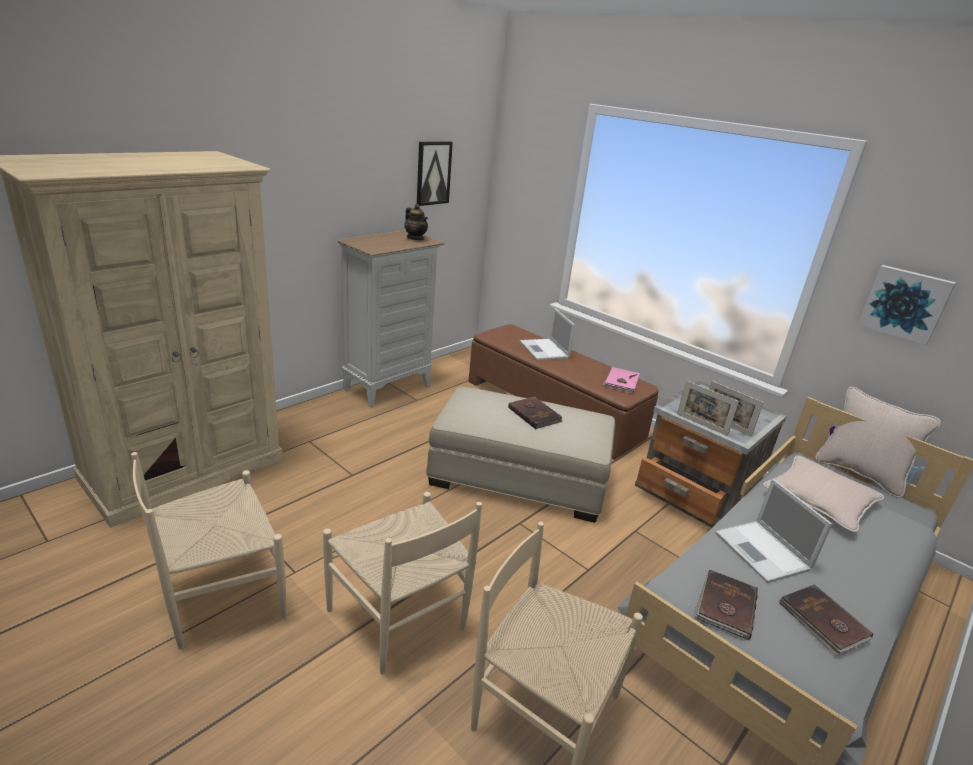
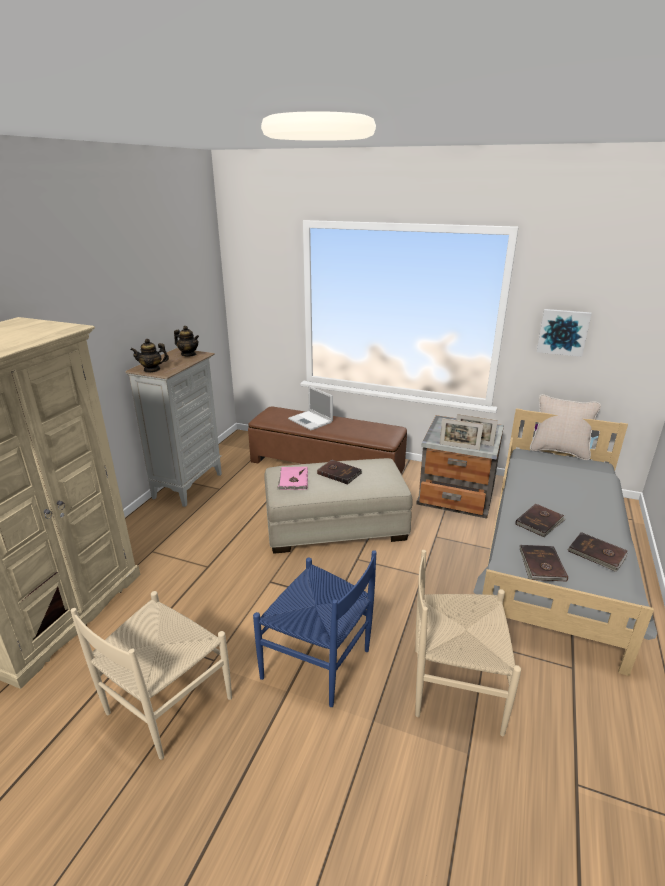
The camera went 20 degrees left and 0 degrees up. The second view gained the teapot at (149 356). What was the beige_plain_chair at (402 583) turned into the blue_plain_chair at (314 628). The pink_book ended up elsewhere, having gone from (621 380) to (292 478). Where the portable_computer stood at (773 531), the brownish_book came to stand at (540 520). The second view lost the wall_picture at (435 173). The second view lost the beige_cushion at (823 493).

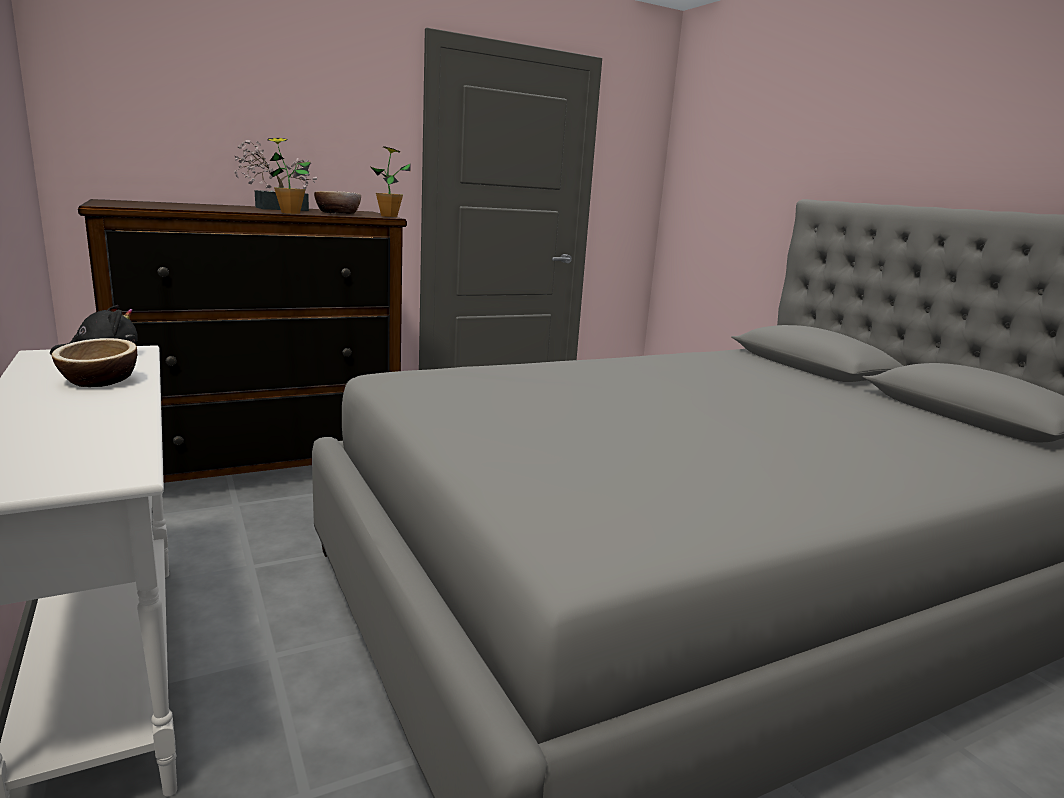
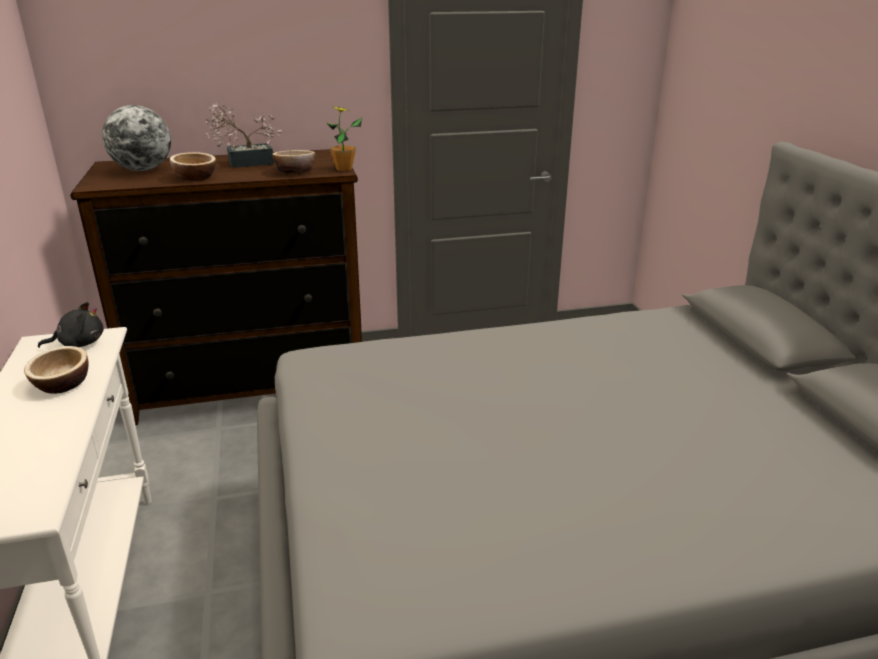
The camera went 15 degrees right and 10 degrees up. The second view gained the globe at (136 138). The second view gained the bowl at (193 166). The second view lost the plant_in_a_pot at (289 176).

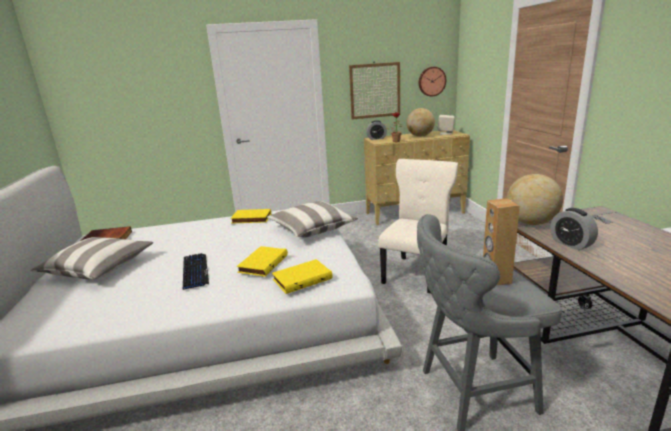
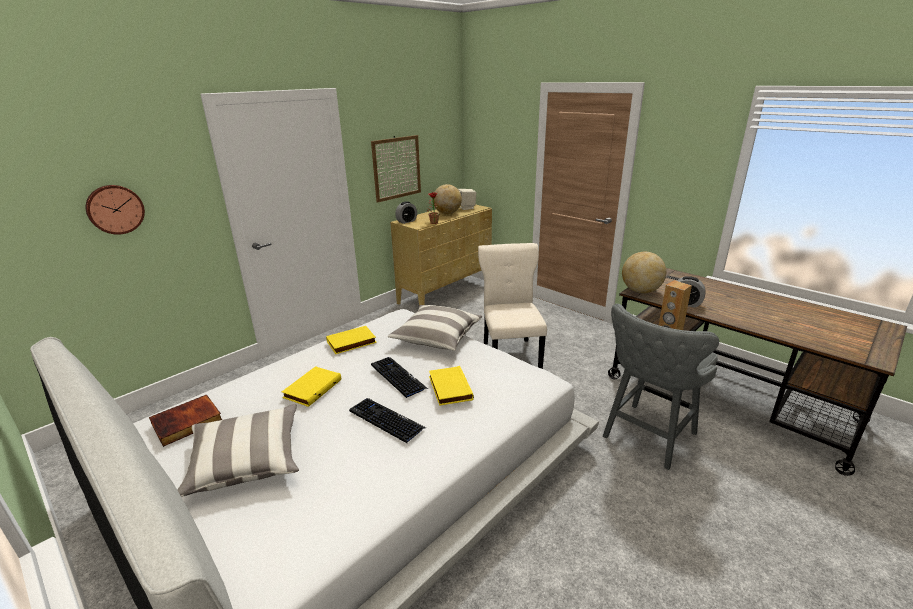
The camera went 35 degrees left and 5 degrees up. The hanging_clock ended up elsewhere, having gone from (432 82) to (115 210). The yellow_book ended up elsewhere, having gone from (302 276) to (311 386). The second view gained the keyboard at (399 377).

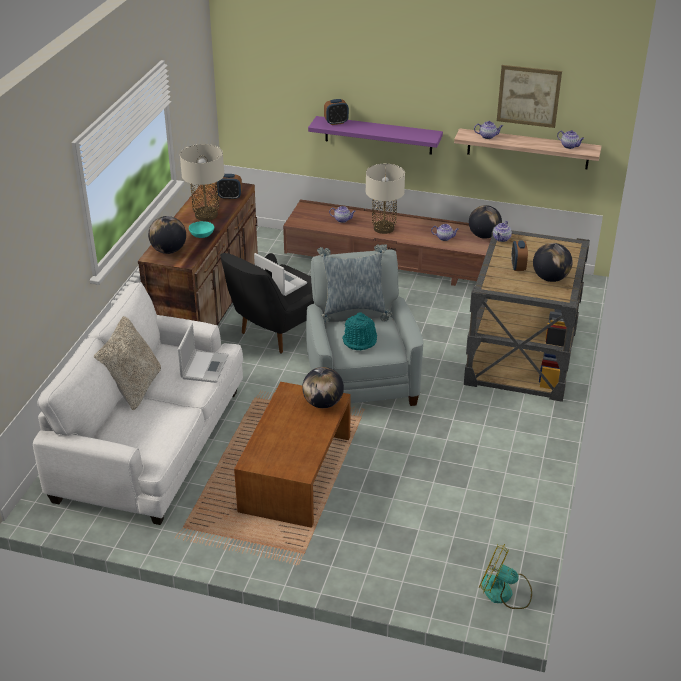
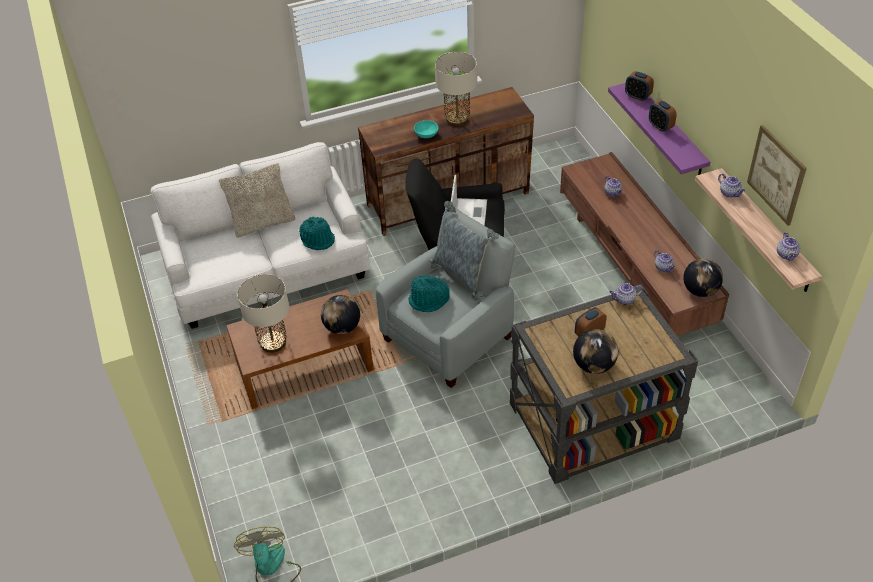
The camera went 55 degrees right and 10 degrees up. The tabletop_lamp ended up elsewhere, having gone from (385 199) to (263 313). Where the portable_computer stood at (203 353), the turquoise-coloured_clothing_hat came to stand at (317 233). The bedside_clock ended up elsewhere, having gone from (229 187) to (663 116). The second view lost the globe at (167 235).

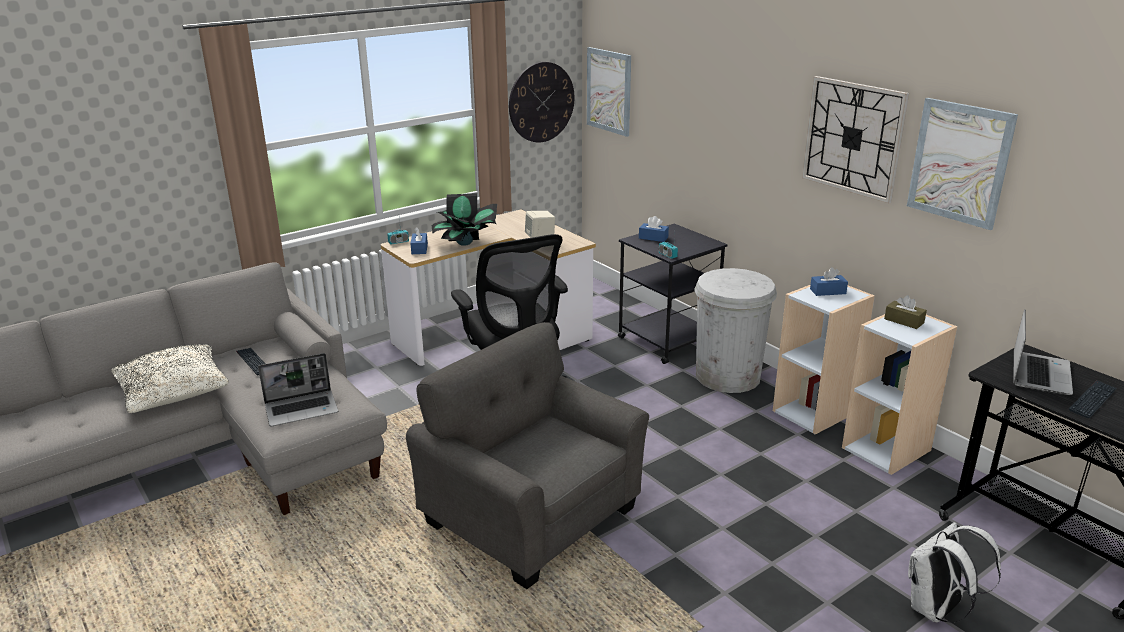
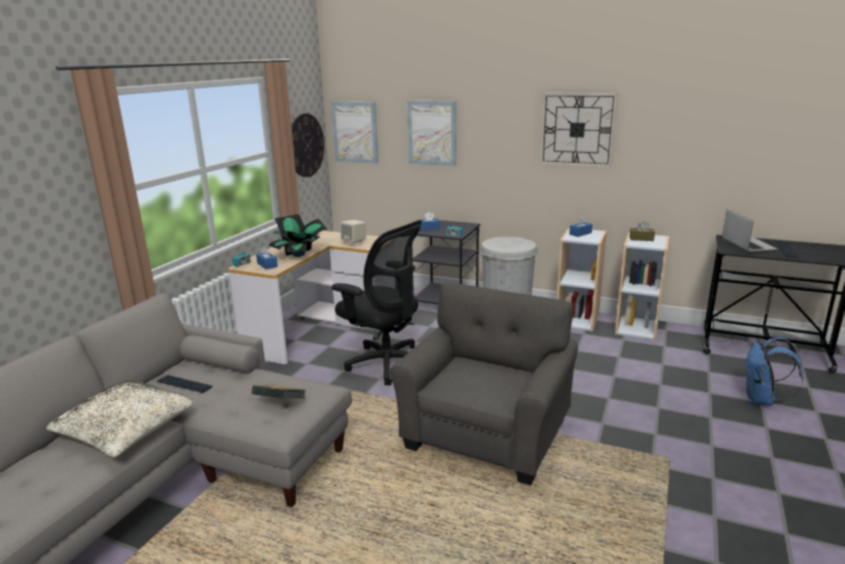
The camera went 30 degrees left and 5 degrees down. Where the portable_computer stood at (298 390), the book came to stand at (278 391). The greyish_lounge_chair at (527 455) ended up facing another way, 105 degrees clockwise from before. The wall_picture ended up elsewhere, having gone from (962 164) to (431 133). What was the white_backpack at (954 572) turned into the blue_backpack at (774 371).

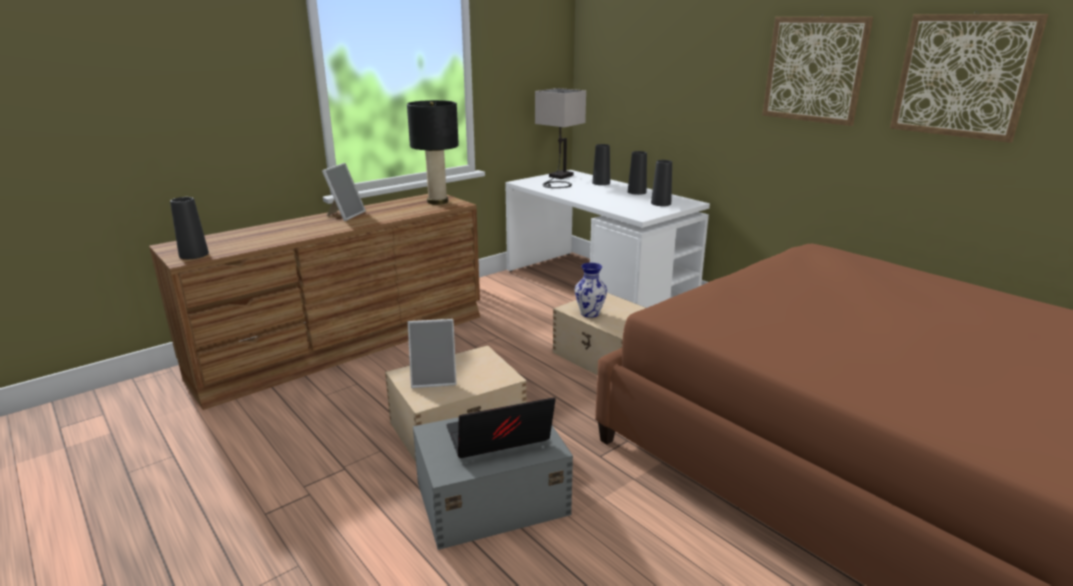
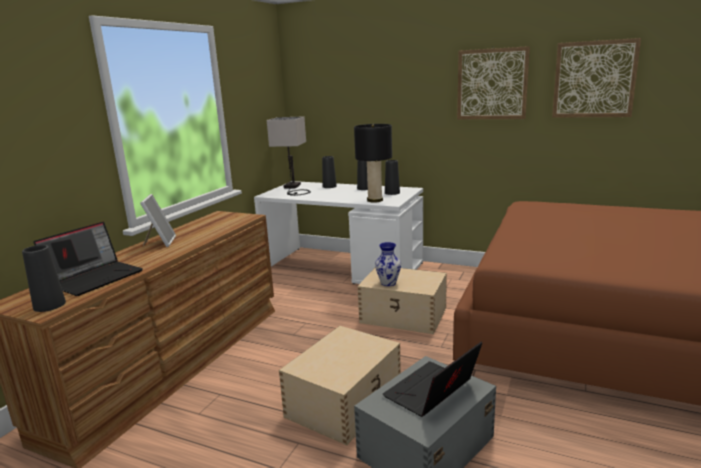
The camera went 25 degrees left and 5 degrees down. The second view gained the portable_computer at (88 259). The black-coloured_tabletop_lamp ended up elsewhere, having gone from (433 152) to (373 163). The second view lost the picture_frame at (432 353).

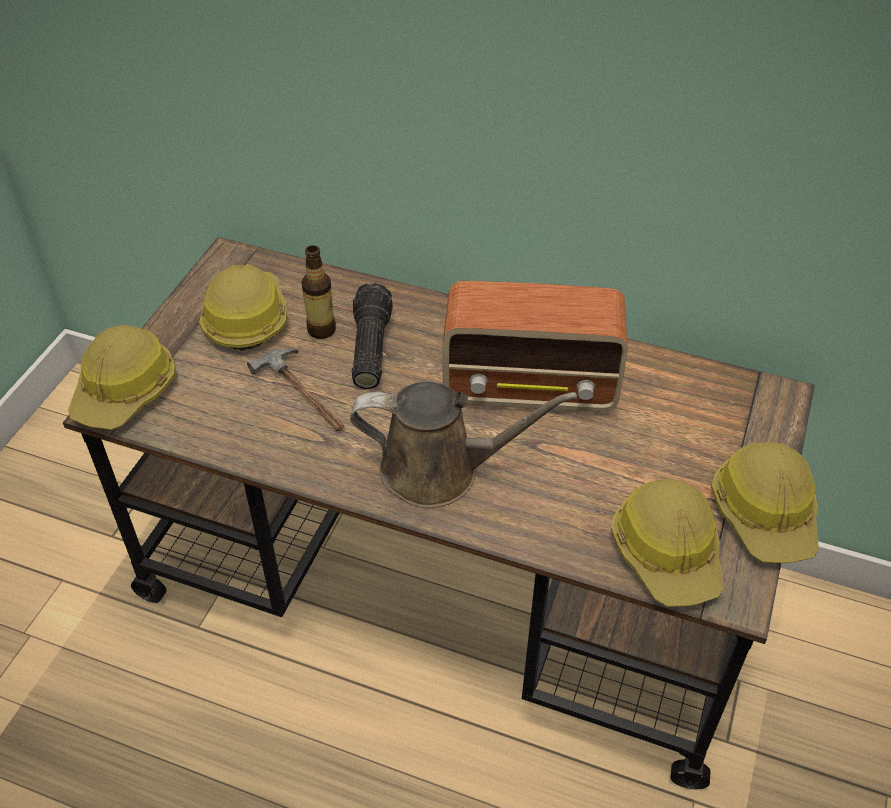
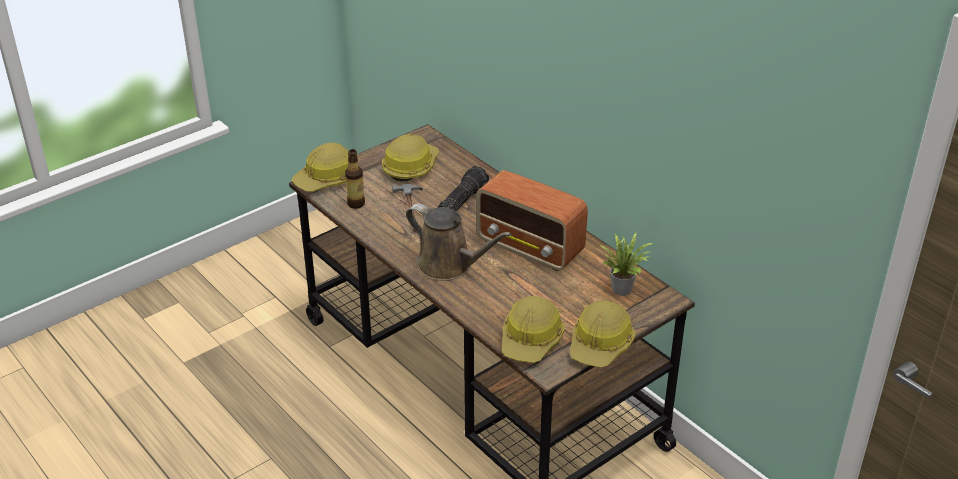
The camera went 30 degrees right and 10 degrees down. The drink_bottle ended up elsewhere, having gone from (318 292) to (355 179). The second view gained the plant_in_a_pot at (627 264).

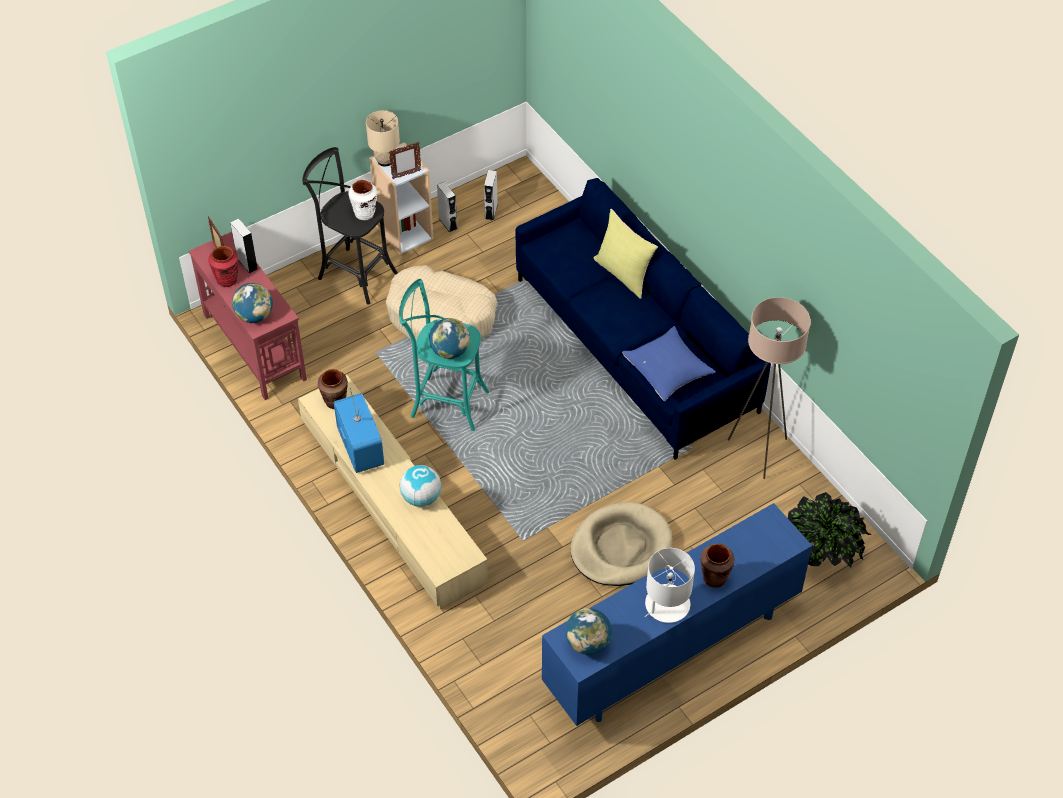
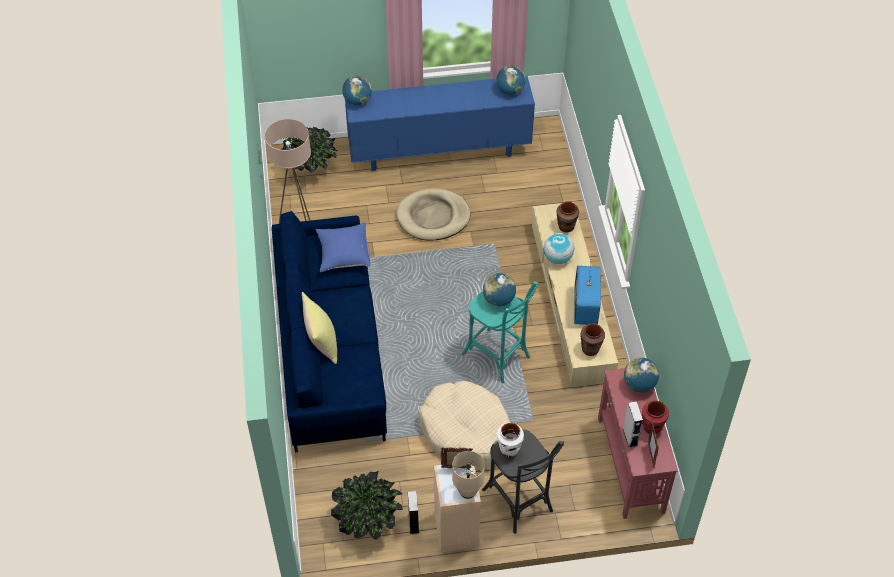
The camera went 155 degrees left and 0 degrees up. Where the greyish_audio_speaker stood at (491 195), the plant_in_a_pot came to stand at (367 505). The second view gained the globe at (357 90). The brownish_flower_vase ended up elsewhere, having gone from (718 566) to (567 217). The second view lost the white_tabletop_lamp at (670 585).

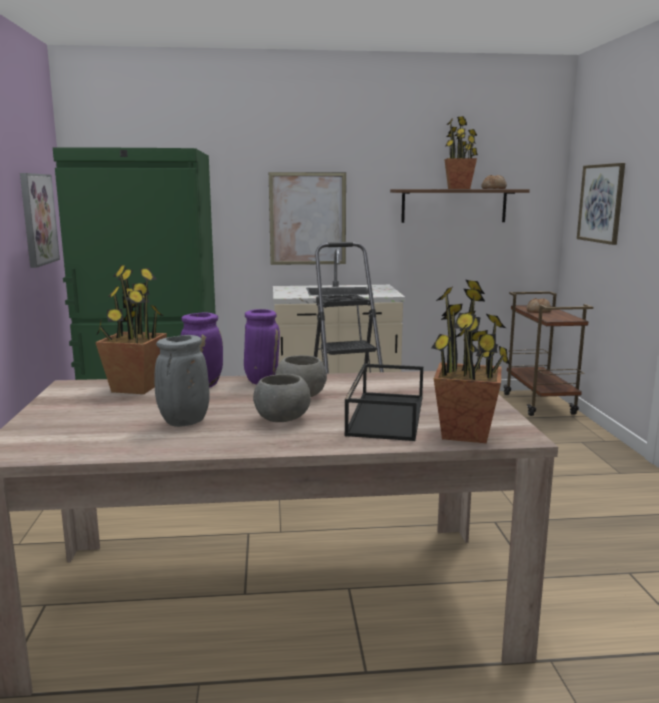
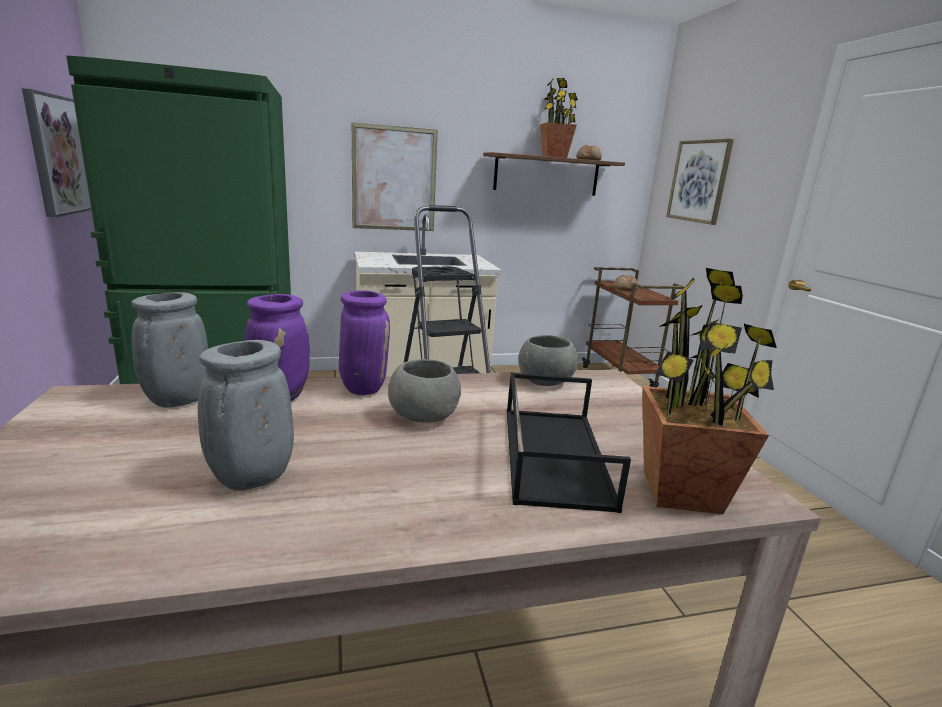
The camera went 10 degrees left and 5 degrees up. Where the plant_in_a_pot stood at (131 329), the greyish_flower_vase came to stand at (169 349). The greyish_bowl ended up elsewhere, having gone from (282 398) to (548 360).

